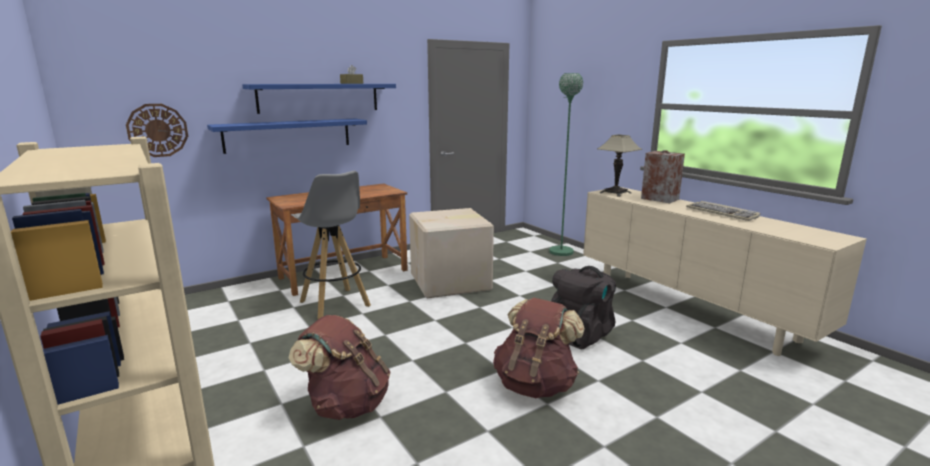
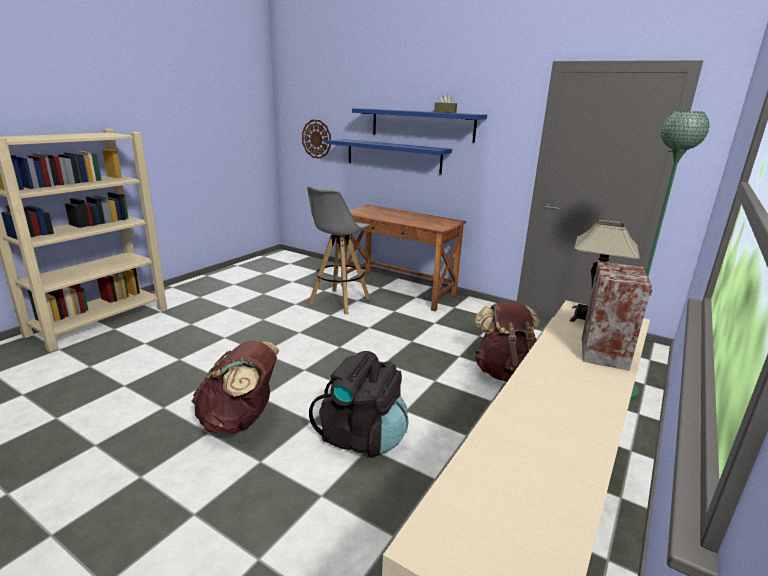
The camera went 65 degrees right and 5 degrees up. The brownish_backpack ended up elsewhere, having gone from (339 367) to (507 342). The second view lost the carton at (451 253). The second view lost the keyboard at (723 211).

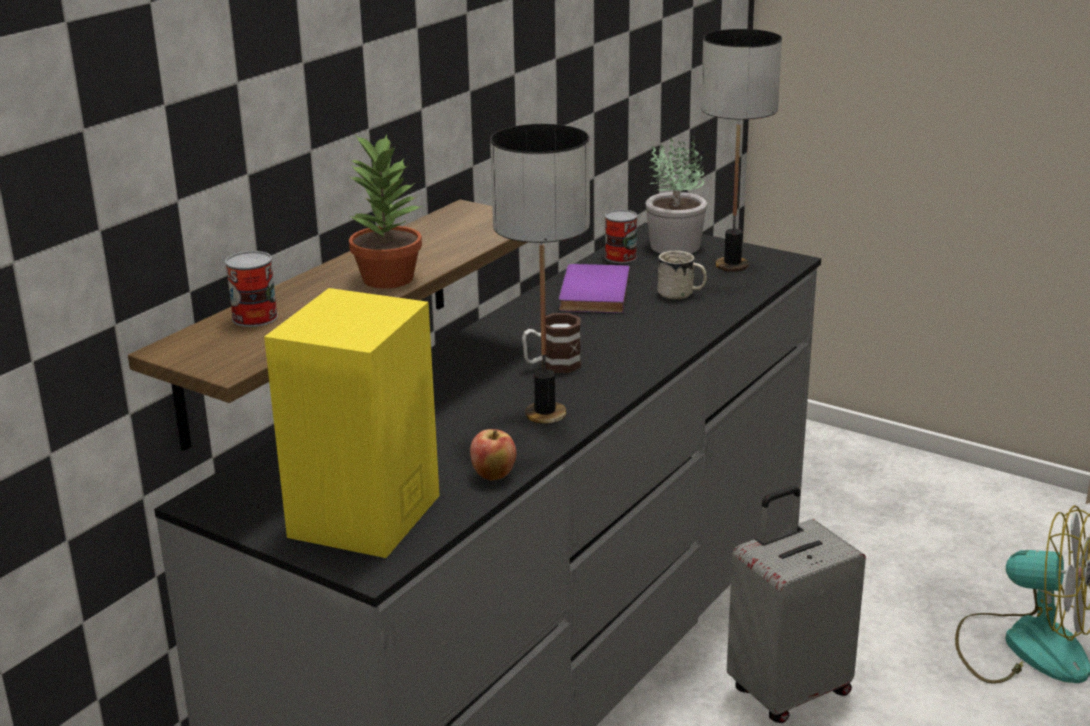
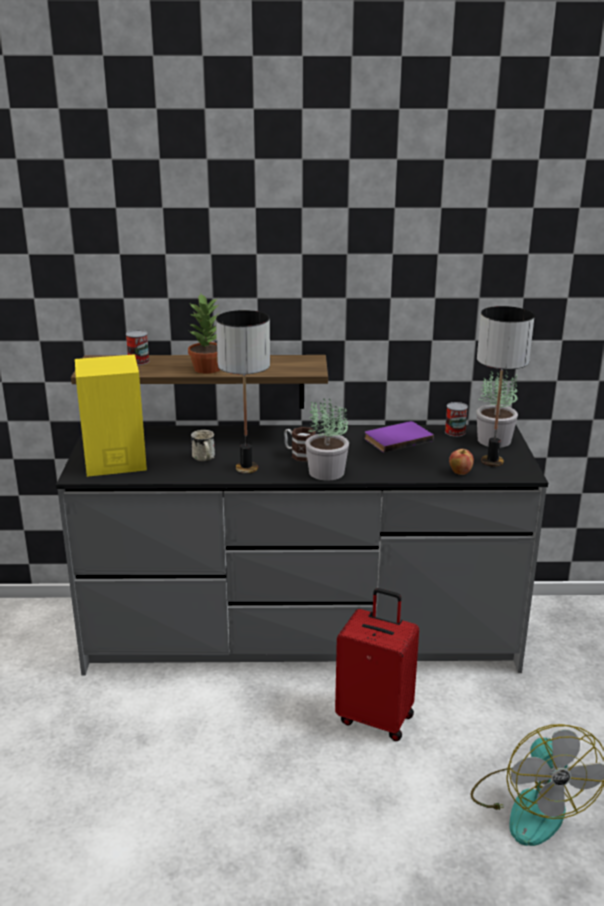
The camera went 55 degrees right and 0 degrees up. The white_tea_mug ended up elsewhere, having gone from (682 275) to (203 445). The second view gained the plant_in_a_pot at (327 440). What was the greyish_travel_case at (796 604) turned into the reddish_travel_case at (377 664). The apple_fruit ended up elsewhere, having gone from (493 454) to (461 462).

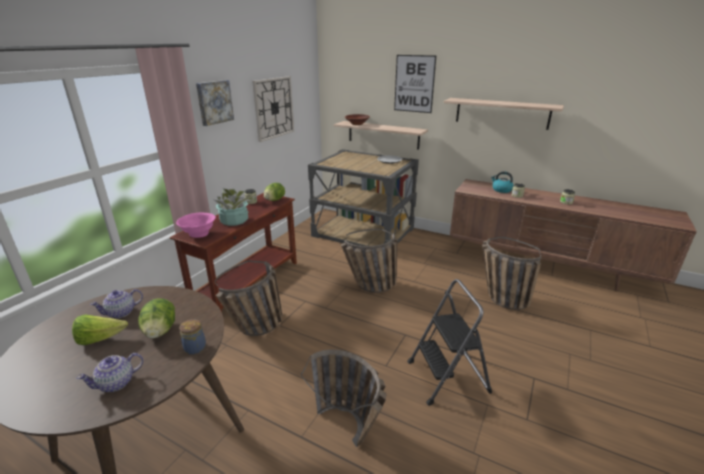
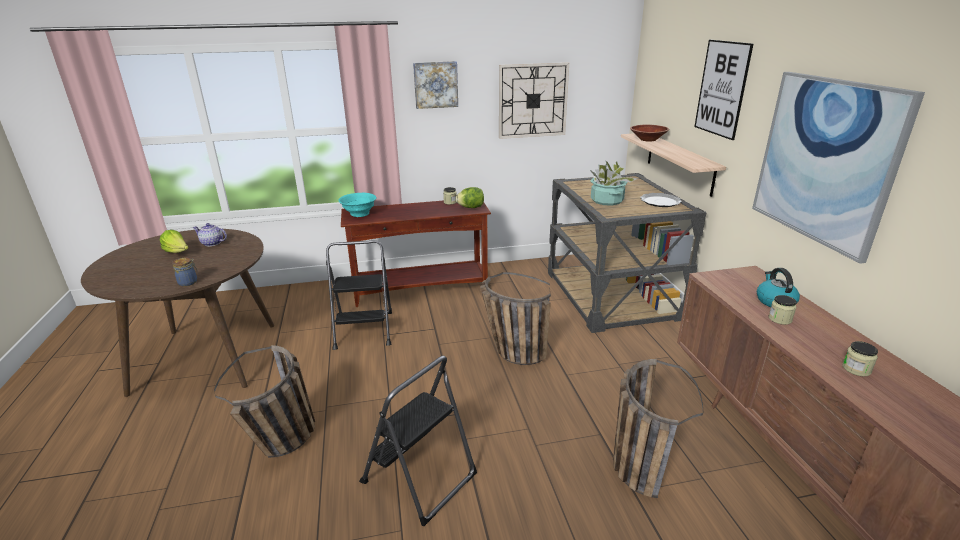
The camera went 50 degrees right and 0 degrees up. Where the basket stood at (248 298), the black-coloured_stepladder came to stand at (359 295). What was the pink_bowl at (196 225) turned into the turquoise-coloured_bowl at (357 205). The plant_in_a_pot ended up elsewhere, having gone from (234 207) to (614 183). Where the wall_shelf hung at (504 114), the wall_picture came to hang at (838 168). The second view lost the teapot at (109 372). The second view lost the lettuce_head at (156 318).

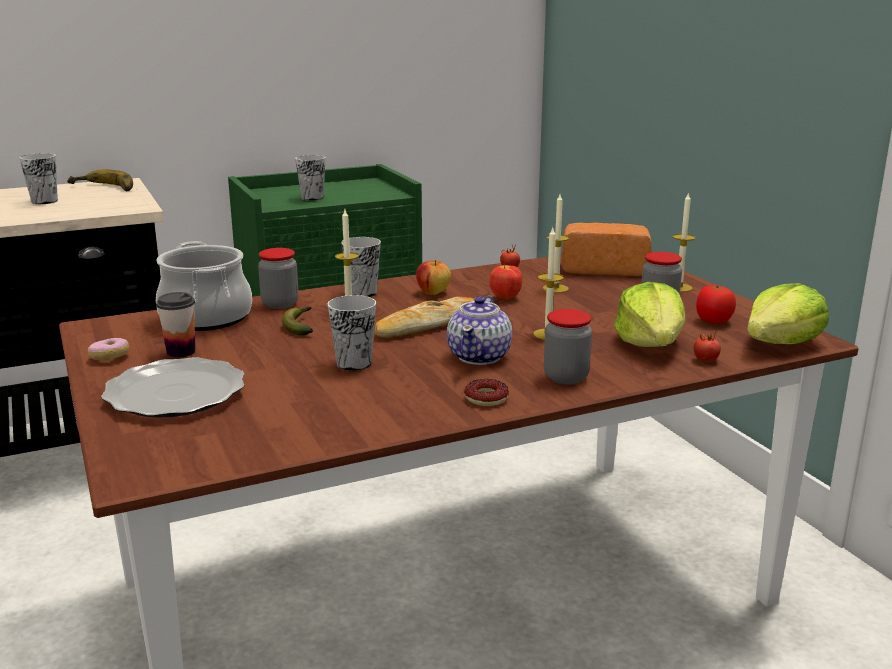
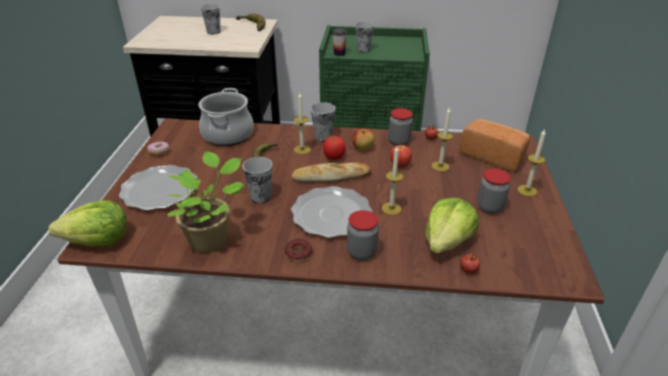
The camera went 30 degrees right and 15 degrees up. The lettuce_head ended up elsewhere, having gone from (788 313) to (88 223). The second view gained the plant_in_a_pot at (205 202). Where the teapot stood at (479 330), the flat_dish came to stand at (331 212). The whole_tomato ended up elsewhere, having gone from (716 304) to (334 148). The small_cup ended up elsewhere, having gone from (175 325) to (339 42). The jar ended up elsewhere, having gone from (278 278) to (400 127).

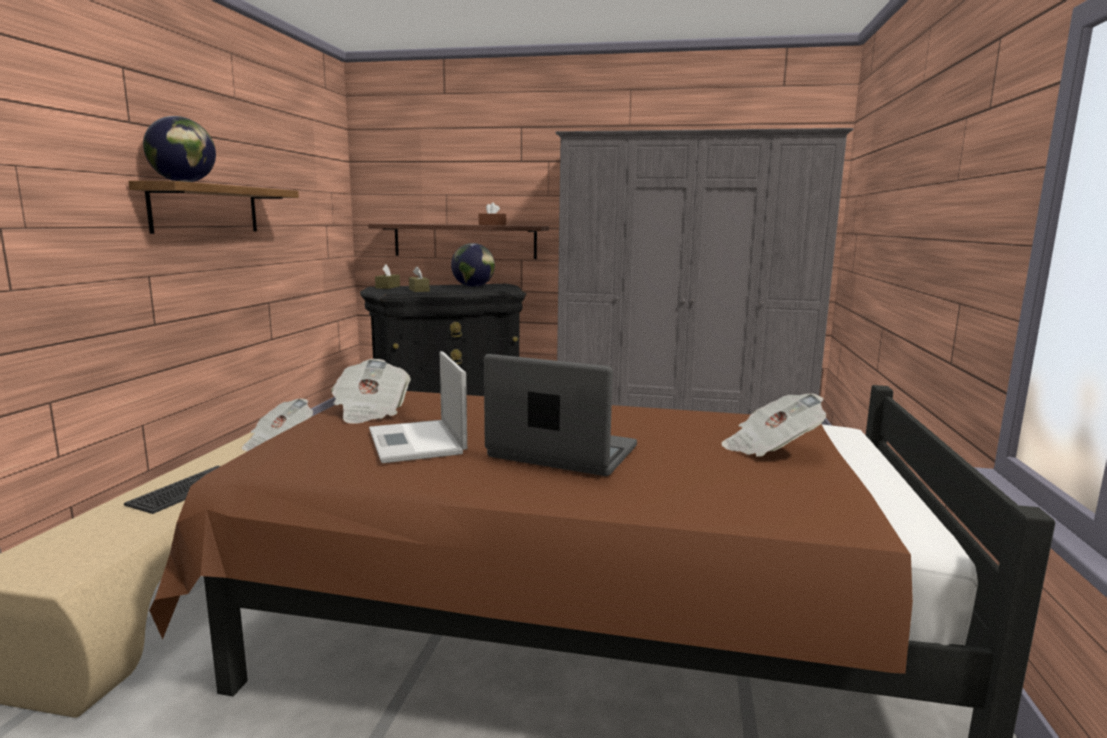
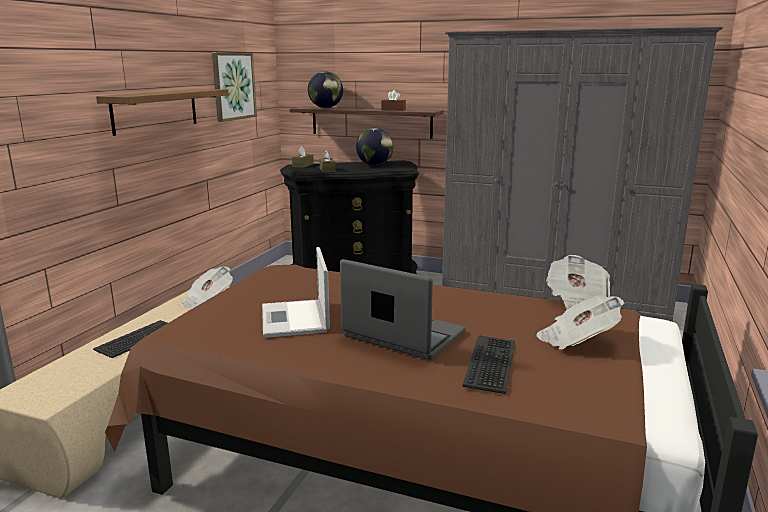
The camera went 10 degrees right and 5 degrees up. The second view gained the wall_picture at (234 87). The globe ended up elsewhere, having gone from (179 149) to (325 89). The second view gained the keyboard at (488 364). The daily_paper ended up elsewhere, having gone from (371 391) to (578 282).

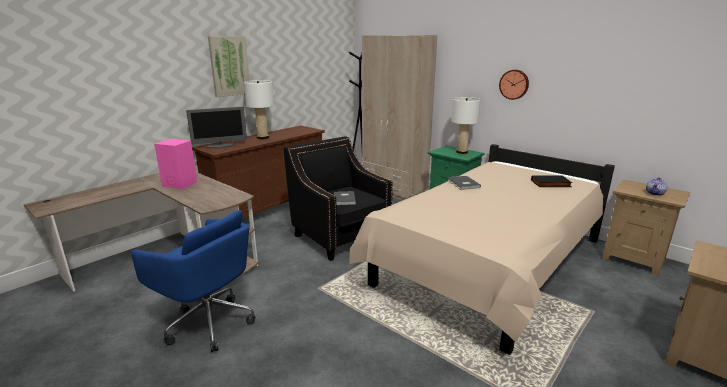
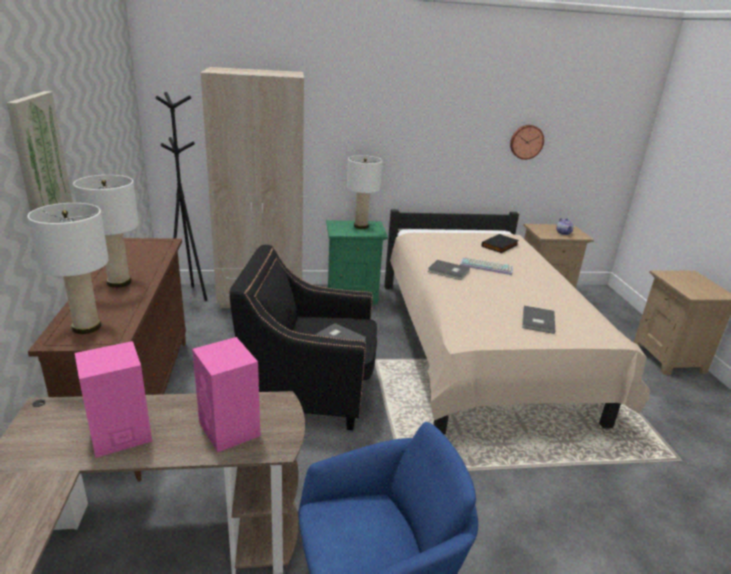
The camera went 50 degrees left and 5 degrees up. Where the computer_screen stood at (216 127), the white_tabletop_lamp came to stand at (68 268). The second view gained the pink_audio_speaker at (226 394). The second view gained the keyboard at (486 266). The hanging_clock ended up elsewhere, having gone from (514 85) to (527 142). The second view gained the greyish_book at (538 319).

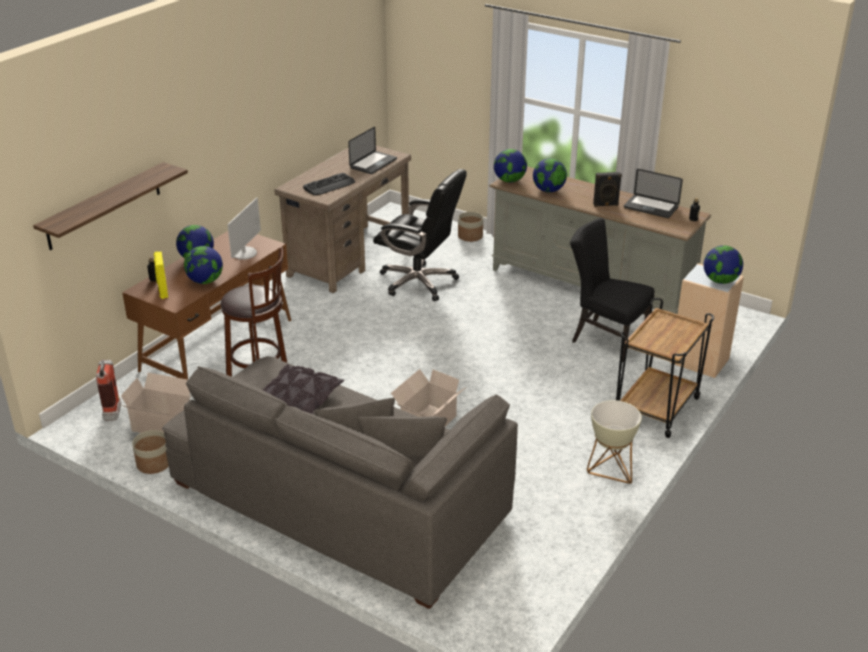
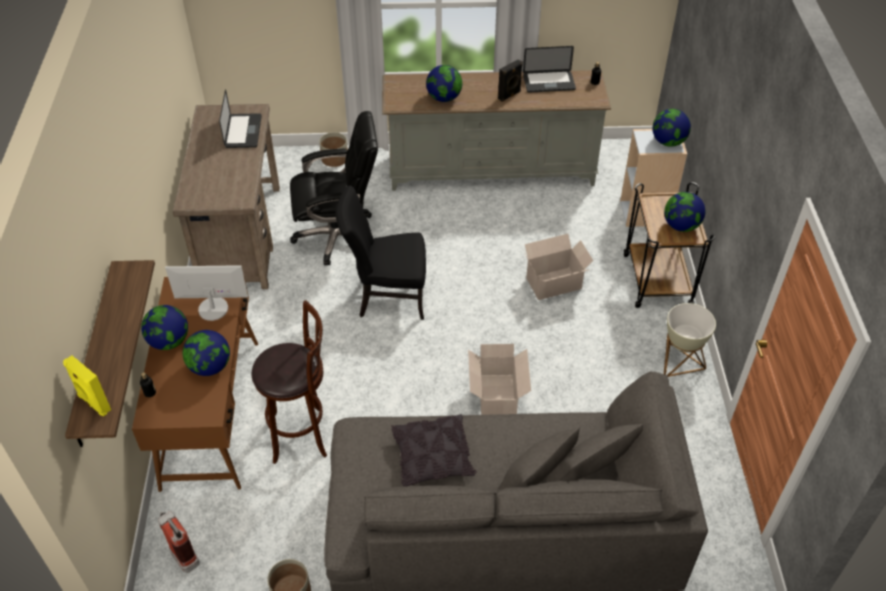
The camera went 35 degrees left and 15 degrees up. The yellow_audio_speaker ended up elsewhere, having gone from (161 275) to (87 385). The computer_screen at (244 228) ended up facing another way, 75 degrees counterclockwise from before. The black-coloured_plain_chair ended up elsewhere, having gone from (612 290) to (380 253). The carton ended up elsewhere, having gone from (156 403) to (559 267). The globe ended up elsewhere, having gone from (510 166) to (684 212). The second view lost the keyboard at (329 184).

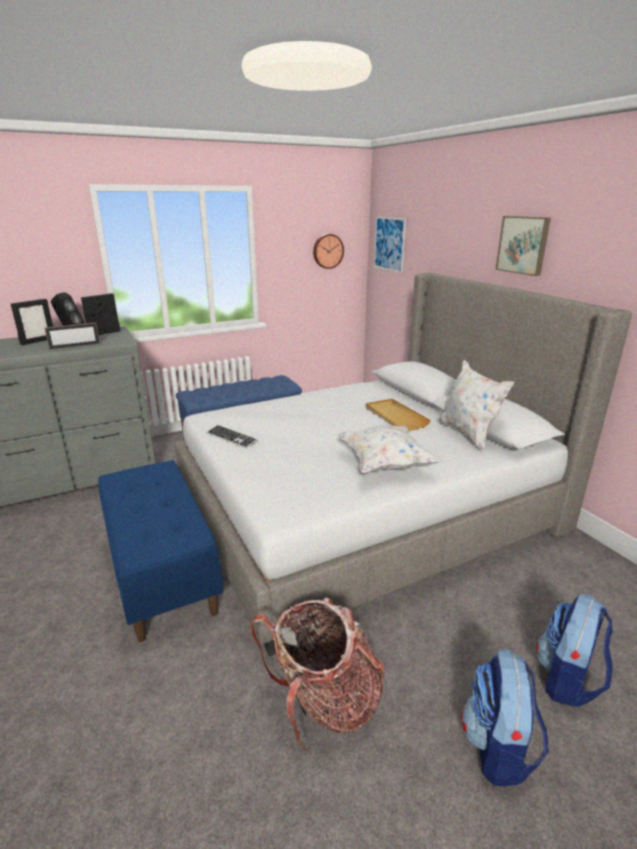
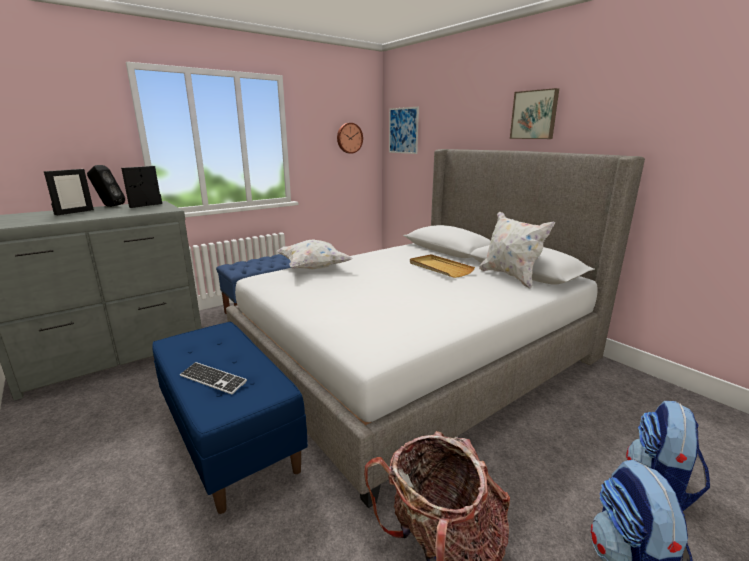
The camera went 10 degrees left and 5 degrees down. The keyboard ended up elsewhere, having gone from (232 436) to (213 378). The white_cushion ended up elsewhere, having gone from (390 449) to (315 254). The second view lost the picture_frame at (72 336).

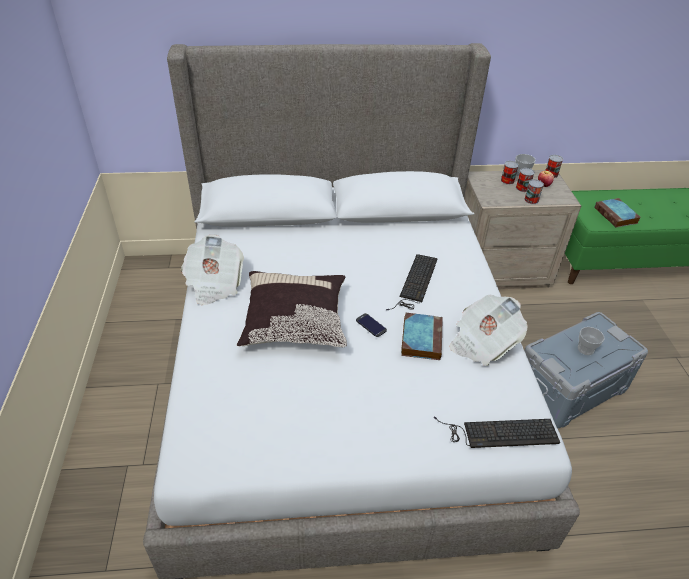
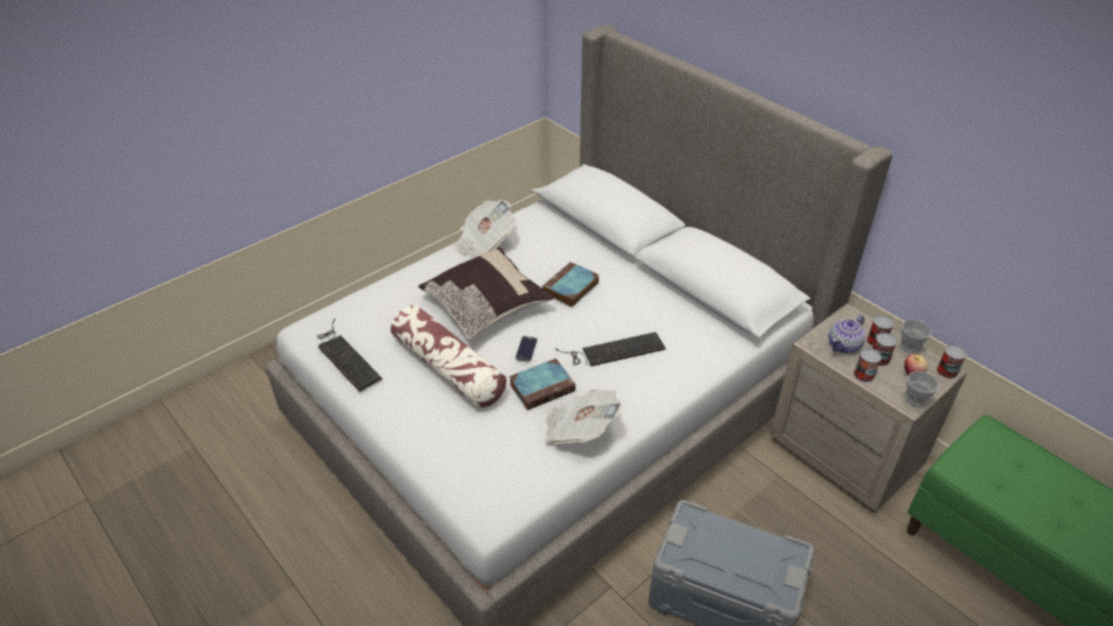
The camera went 55 degrees right and 0 degrees up. The keyboard ended up elsewhere, having gone from (497 432) to (349 355). The second view gained the cushion at (449 356). The book ended up elsewhere, having gone from (617 213) to (570 284). The second view gained the teapot at (847 334). The small_cup ended up elsewhere, having gone from (591 341) to (922 389).

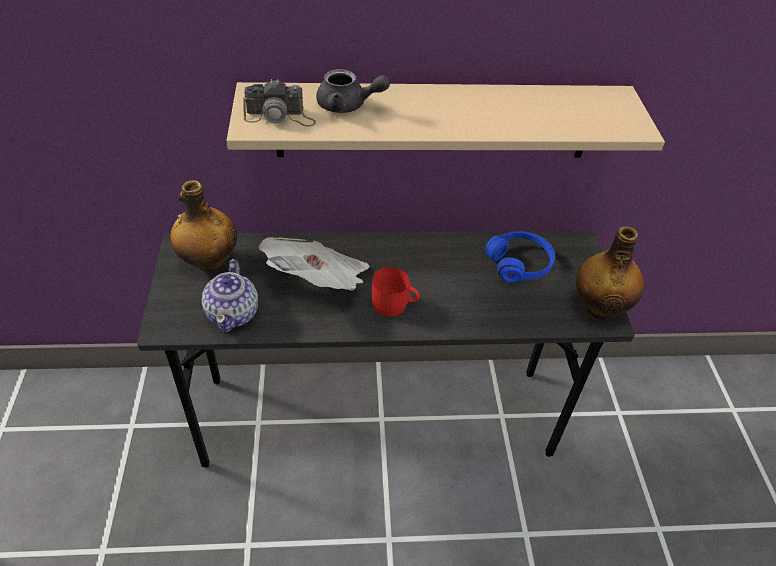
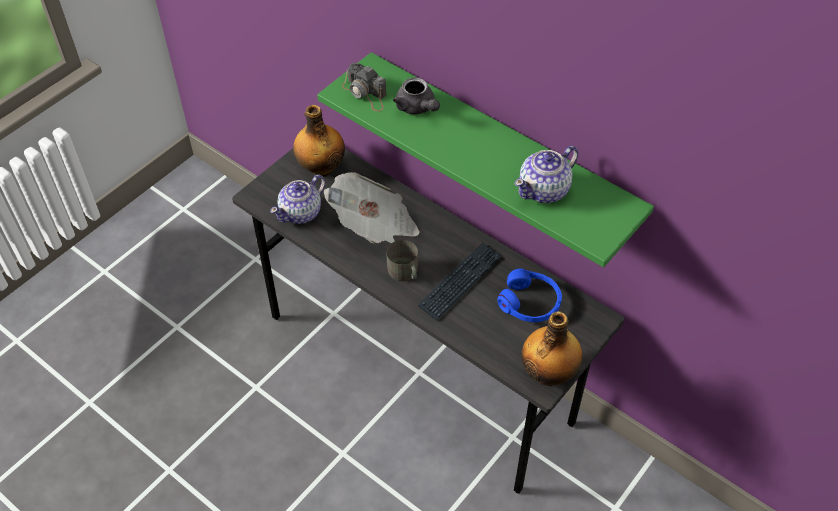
The camera went 45 degrees right and 5 degrees up. What was the beige_wall_shelf at (446 120) turned into the greenish_wall_shelf at (485 159). What was the reddish_tea_mug at (395 291) turned into the greyish_tea_mug at (402 260). The second view gained the keyboard at (460 281). The second view gained the teapot at (546 174).

